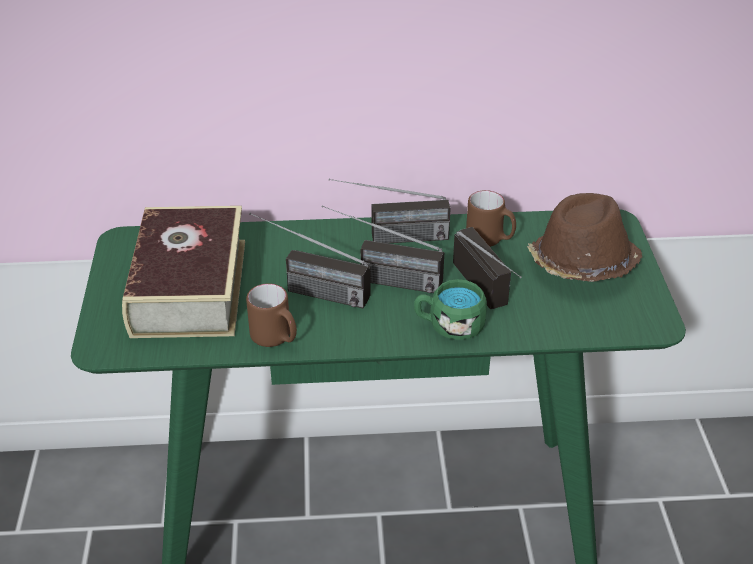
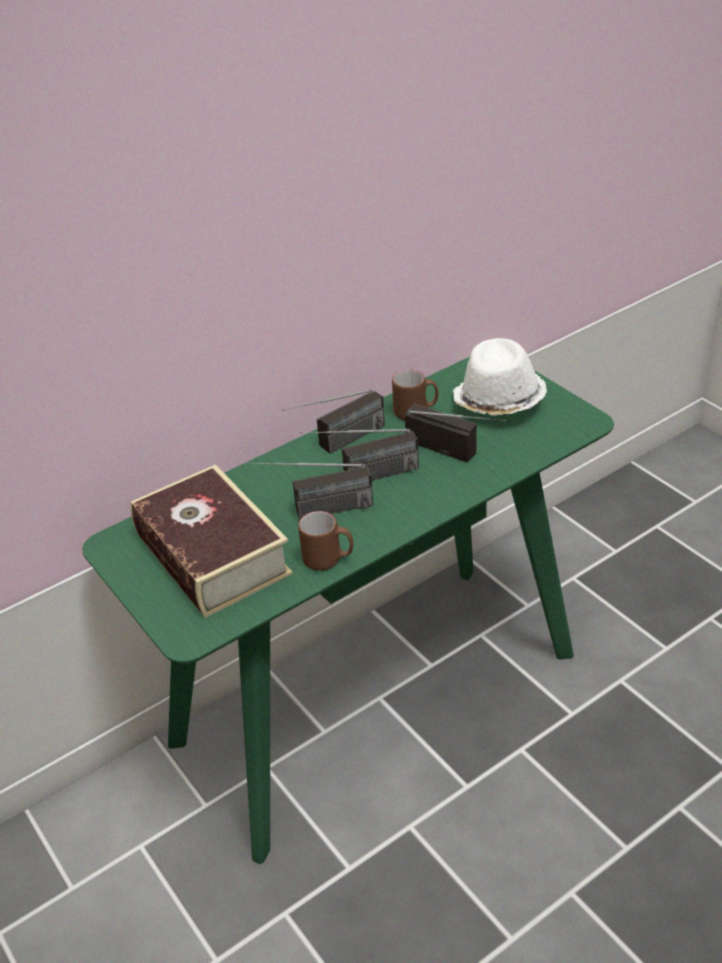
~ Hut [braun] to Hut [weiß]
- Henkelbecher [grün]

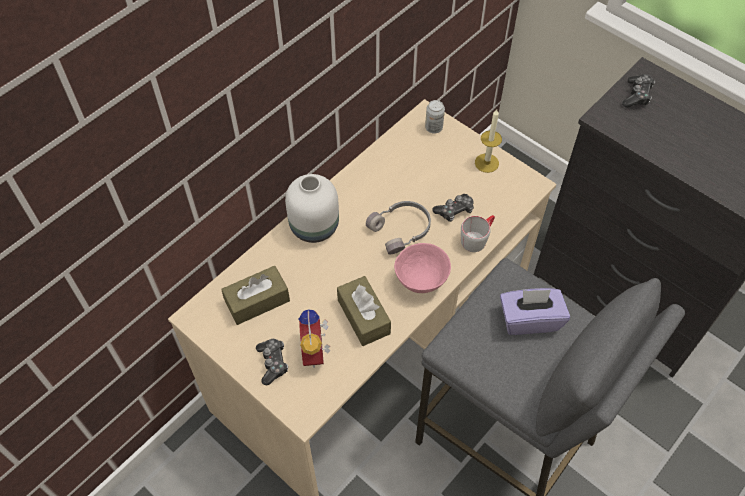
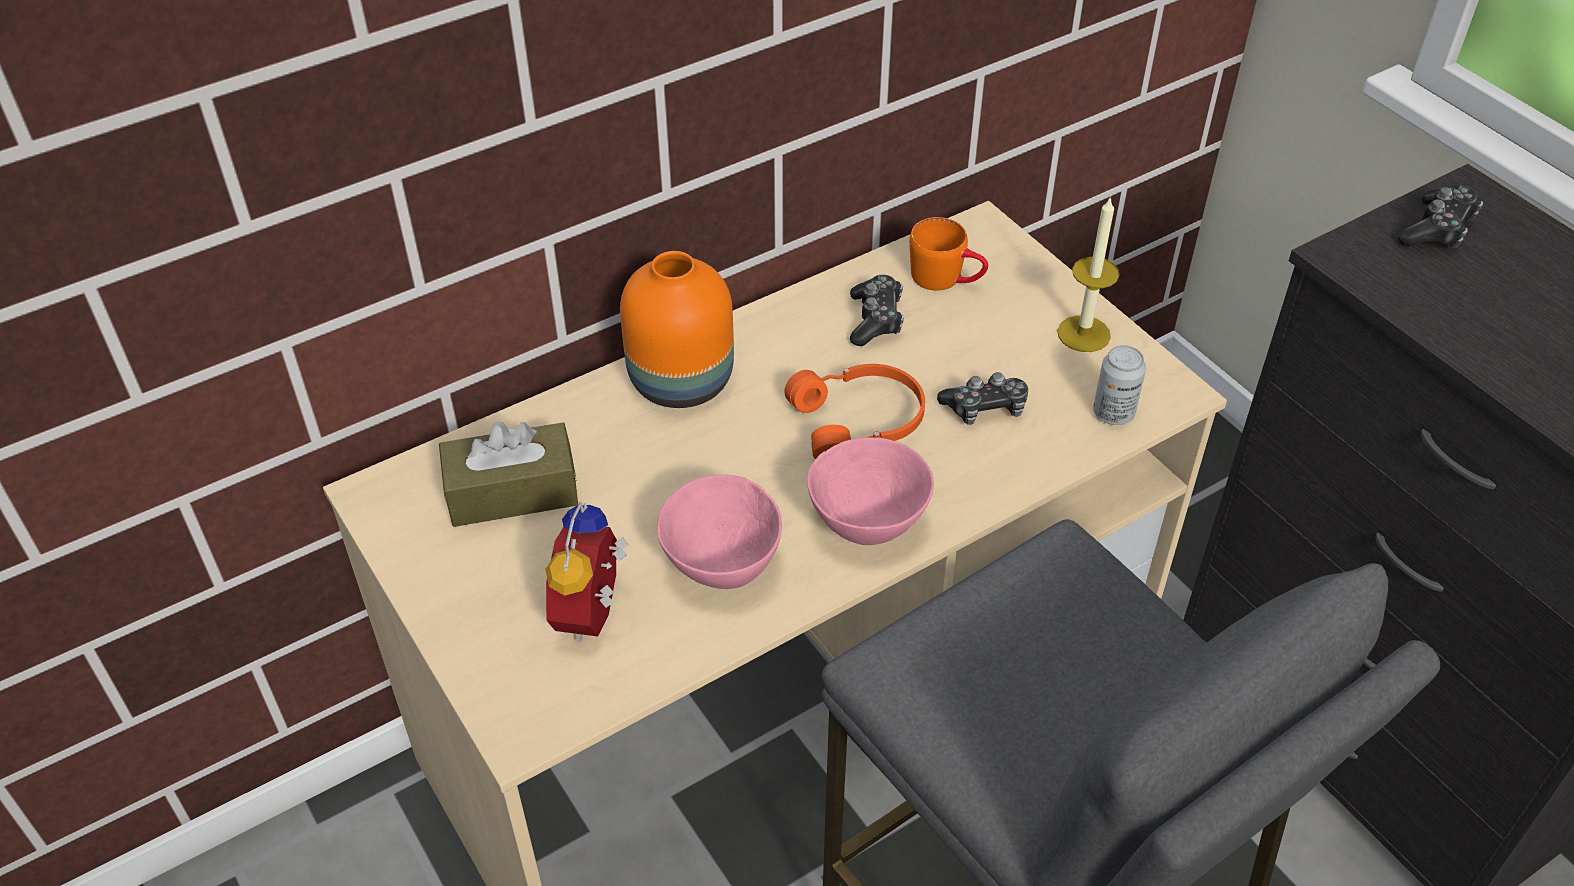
~ Vase [weiß] to Vase [orange]
~ Taschentuchbox [braun] (no. 2 from left) to Schüssel [rosa] (no. 1 from left)
~ Kopfhörer [grau] to Kopfhörer [orange]
~ Gamepad (no. 1 from left)
+ Henkelbecher [orange]
~ Dose
- Henkelbecher [grau]
- Taschentuchbox [lila]

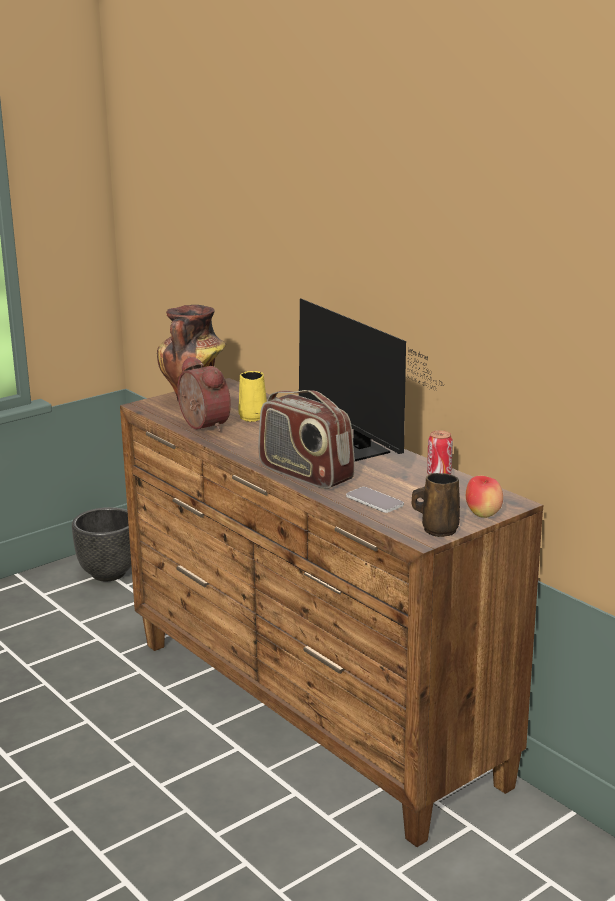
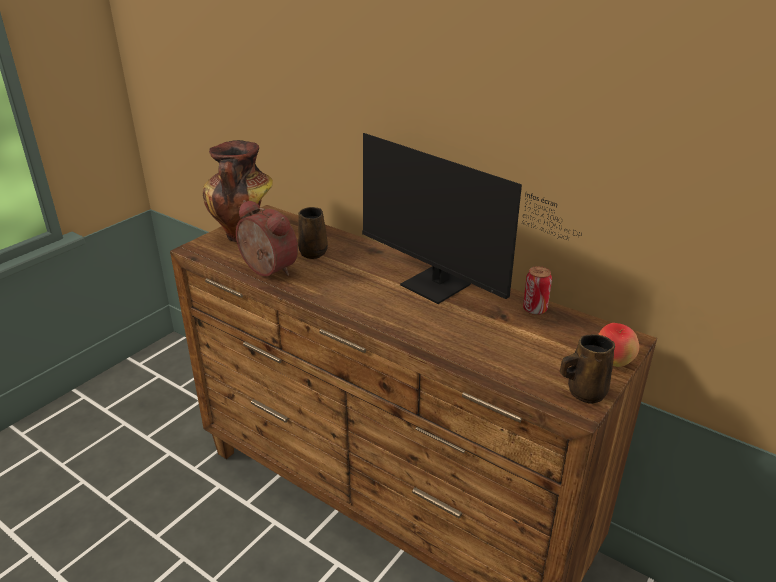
~ Henkelbecher [gelb] to Henkelbecher [braun] (no. 1 from left)
- Pflanzkübel [schwarz]
- Radio
- Handy

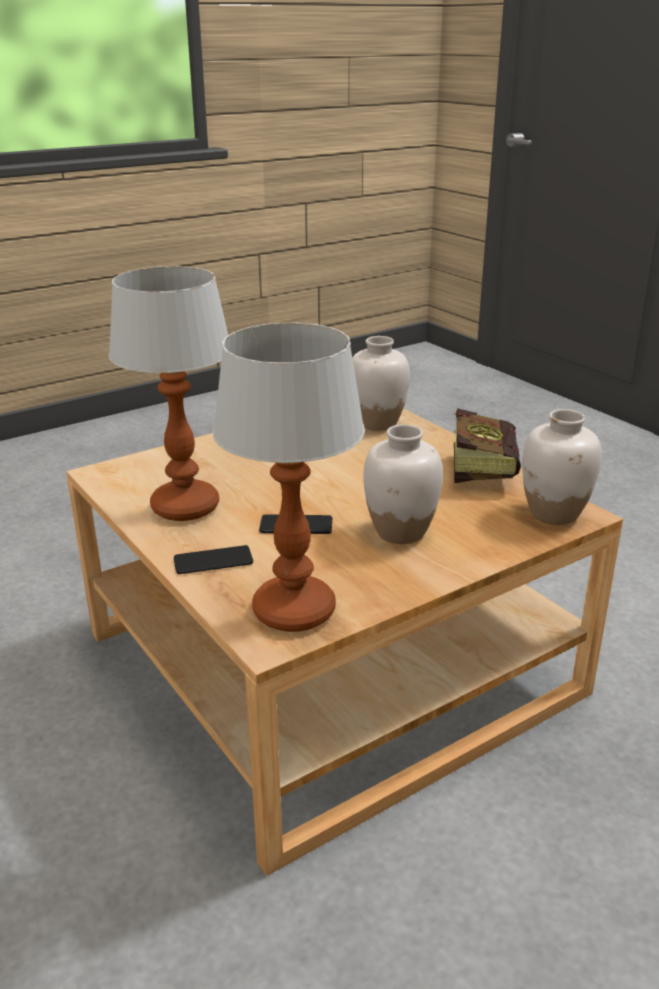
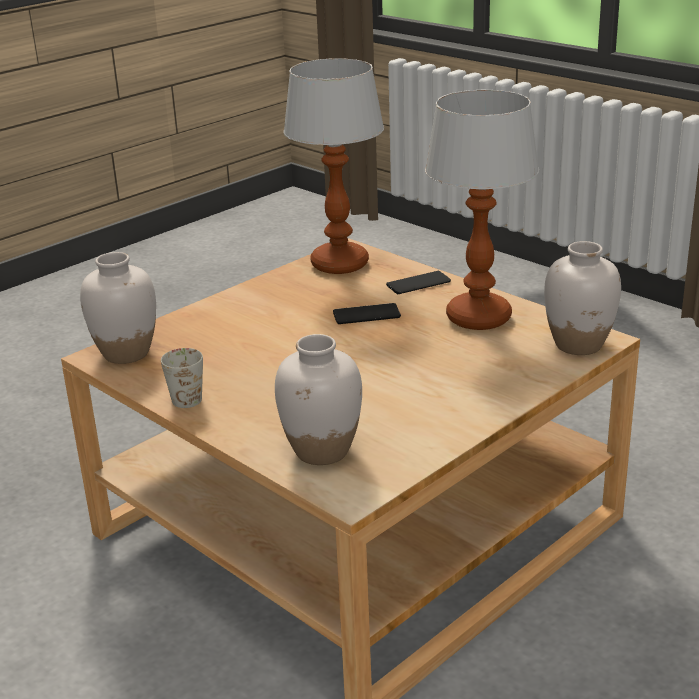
~ Buch to Henkelbecher [weiß]
~ Vase [weiß] (no. 2 from left in the first image) to Vase [weiß] (no. 3 from left)

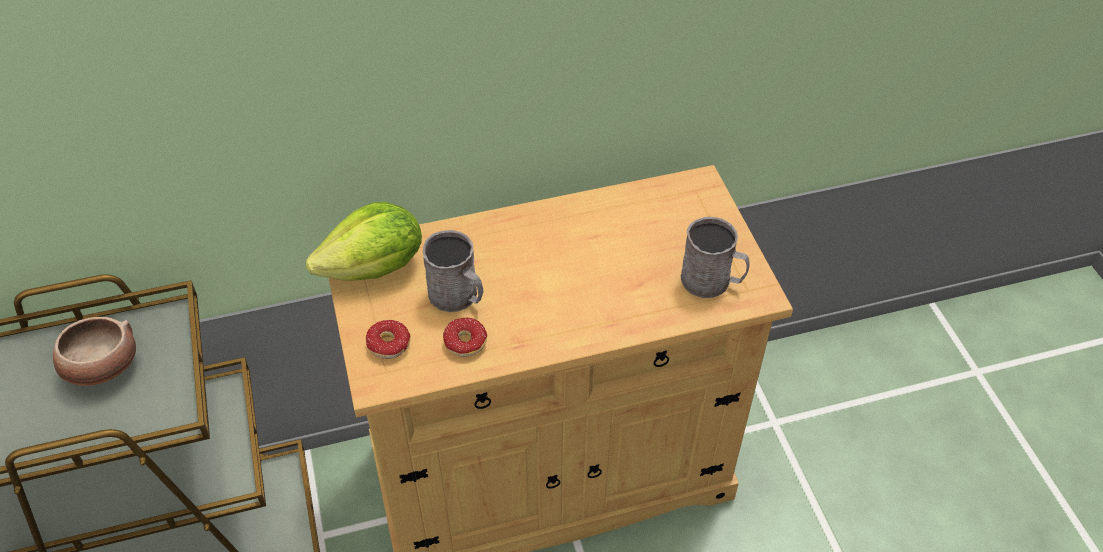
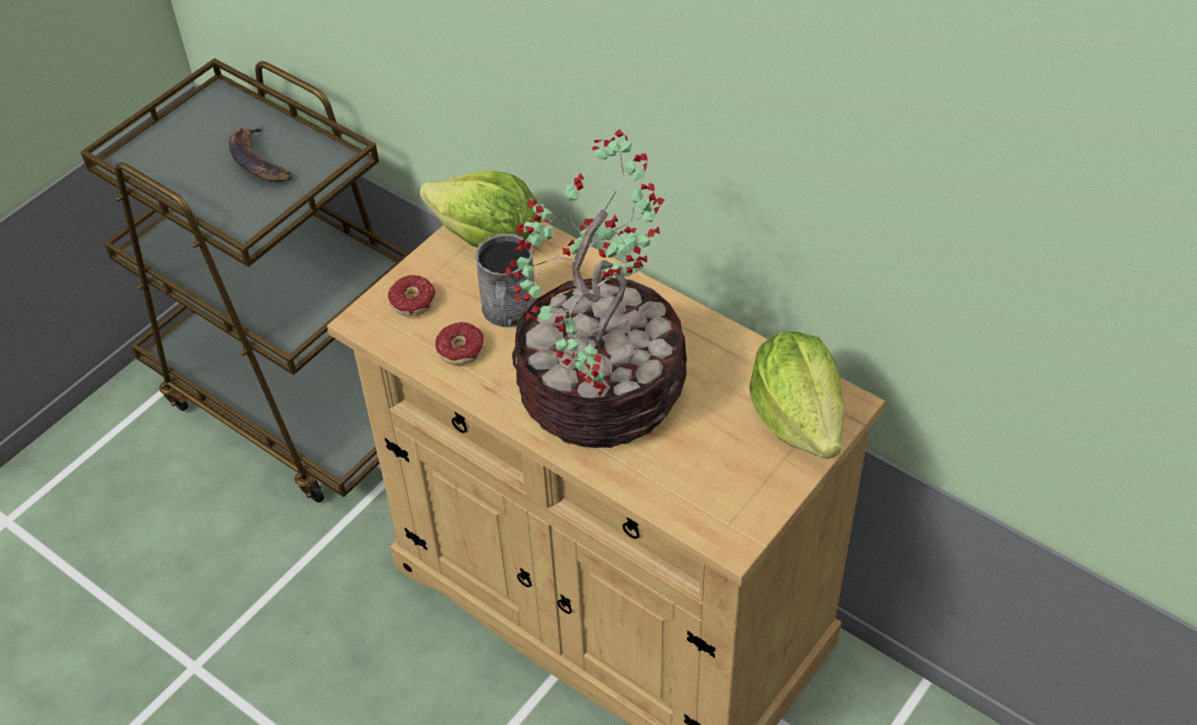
~ Schüssel to Banane
+ Topfpflanze
+ Salatkopf (no. 2 from left)
- Henkelbecher [grau] (no. 2 from left)

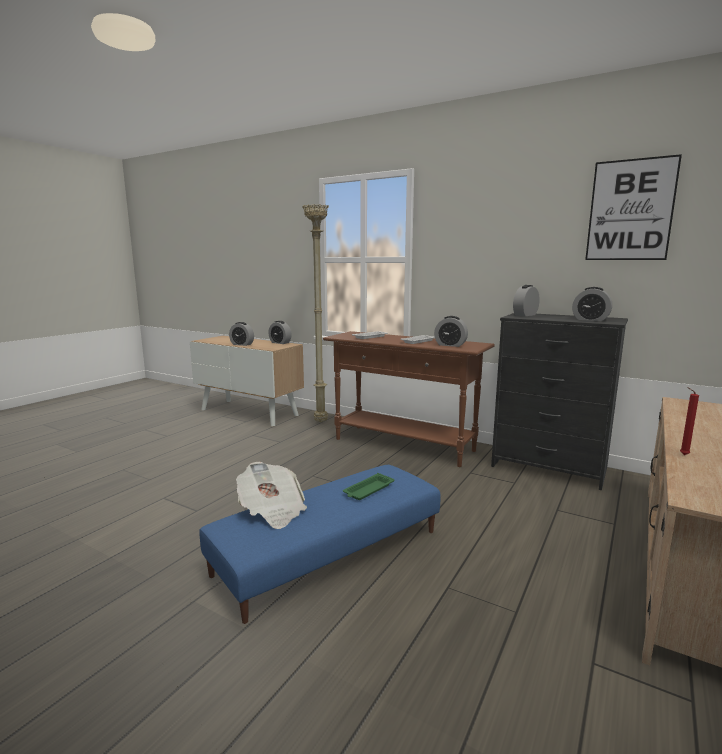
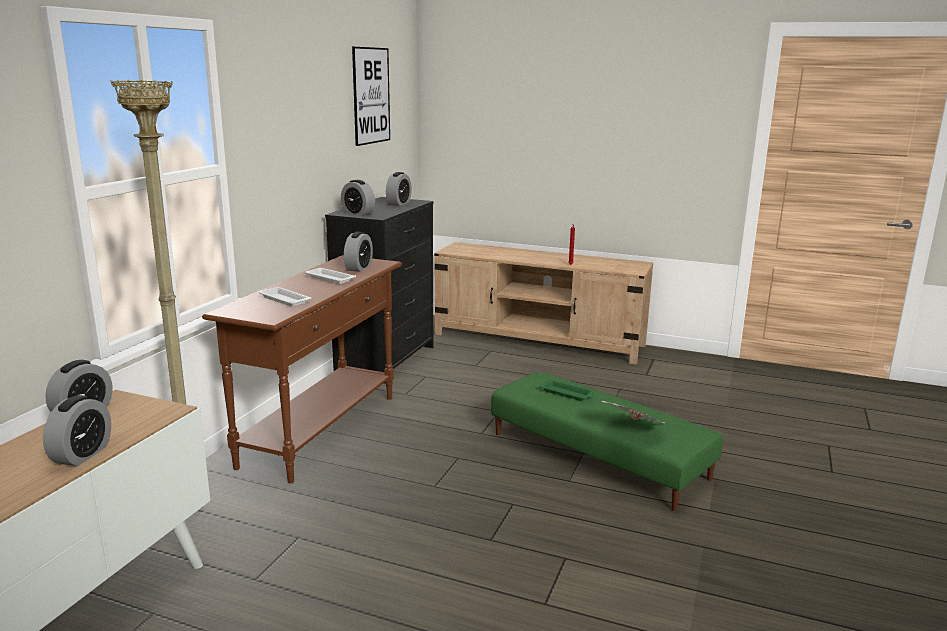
~ Polsterhocker [blau] to Polsterhocker [grün]

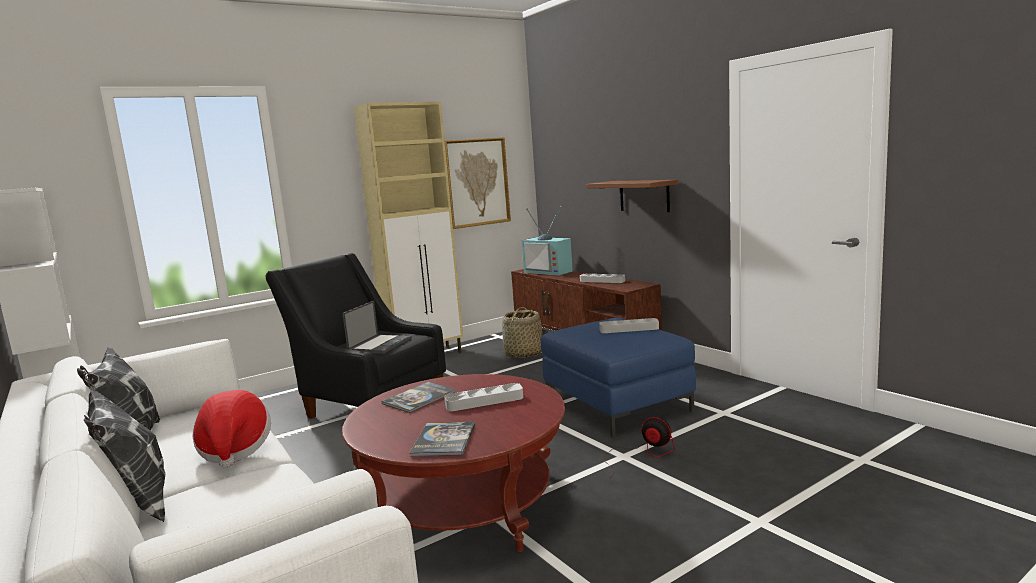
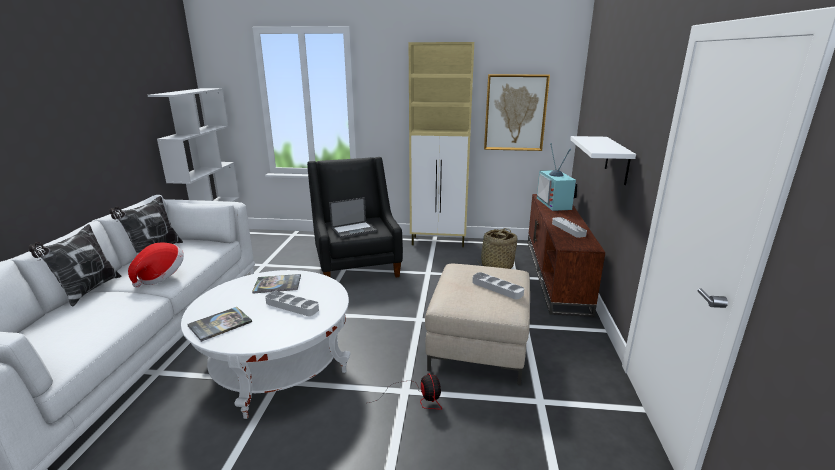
~ Couchtisch [rot] to Couchtisch [weiß]
~ Polsterhocker [blau] to Polsterhocker [beige]
~ Wandregal [braun] to Wandregal [weiß]

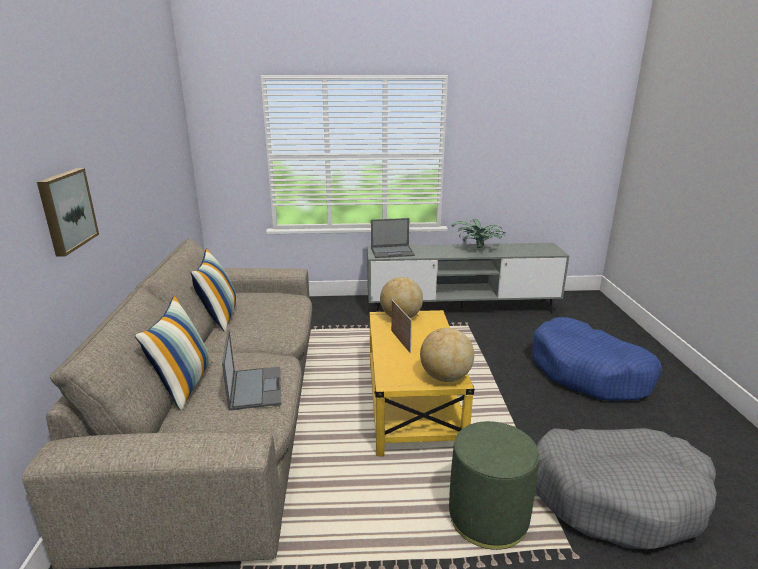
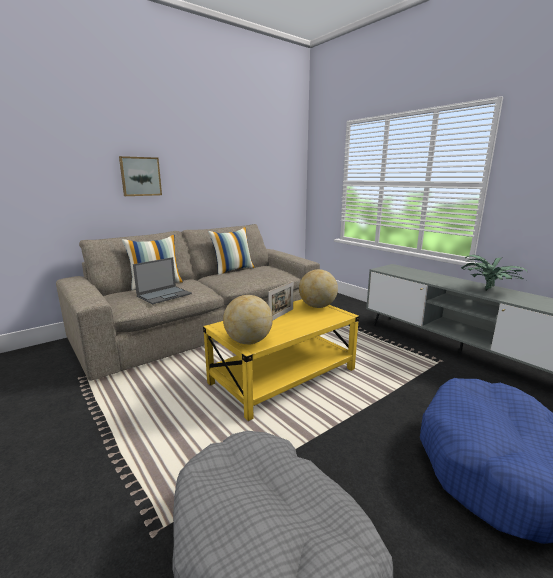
- Laptop (no. 2 from left)
- Polsterhocker [grün]

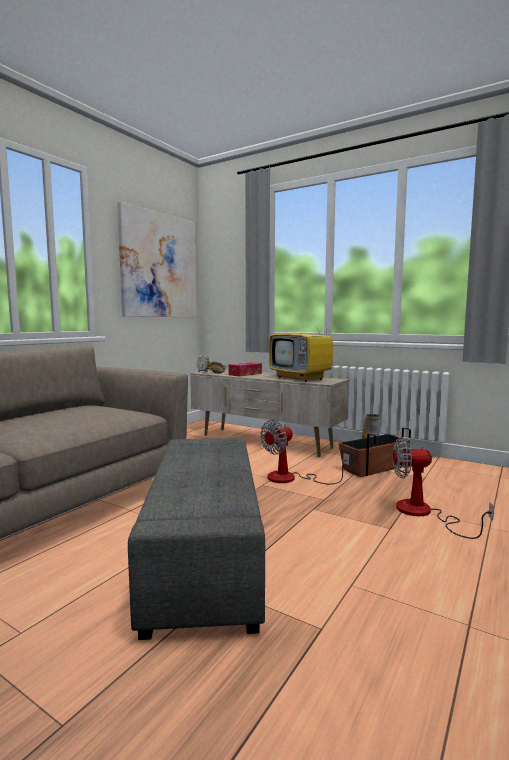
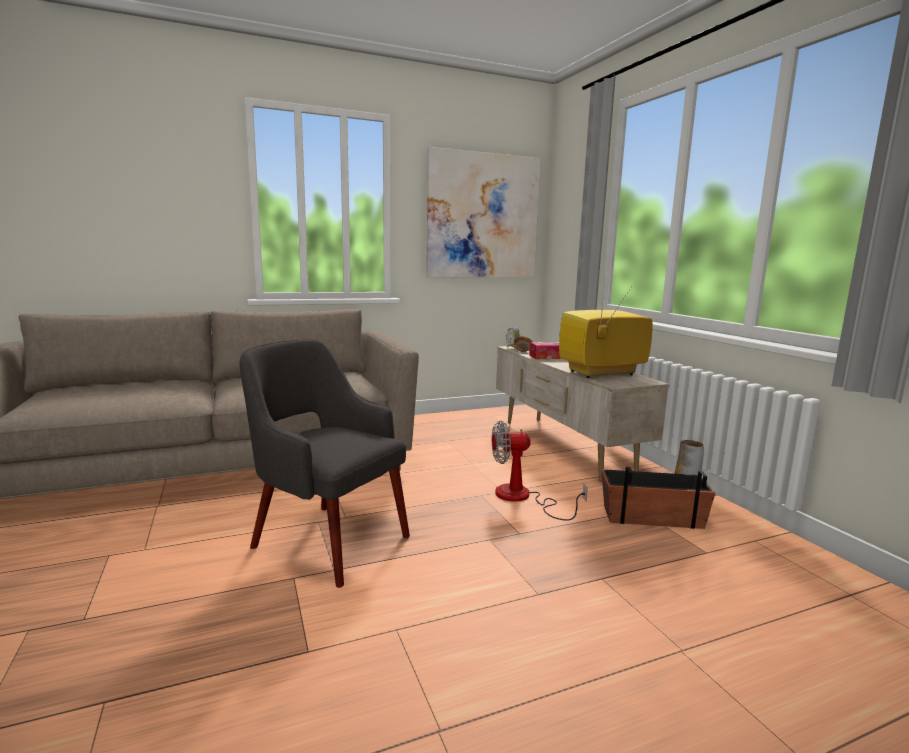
~ Polsterhocker [grau] to Sessel [grau]
~ Fernseher 75 degrees clockwise
- Ventilator (no. 2 from left)

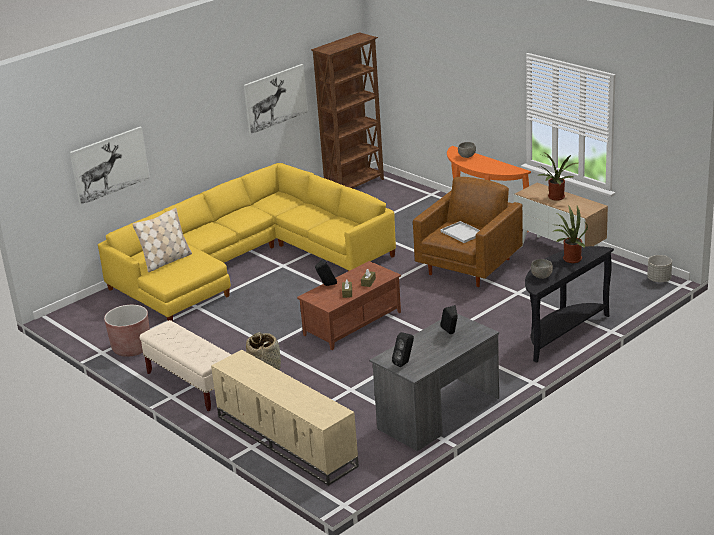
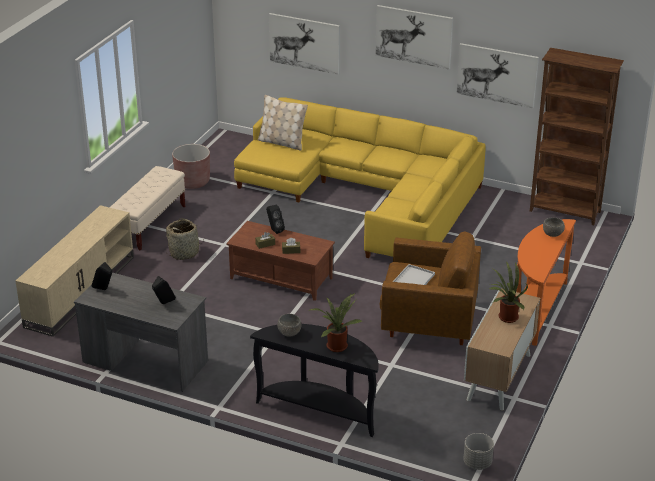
+ Bild (no. 2 from left)

